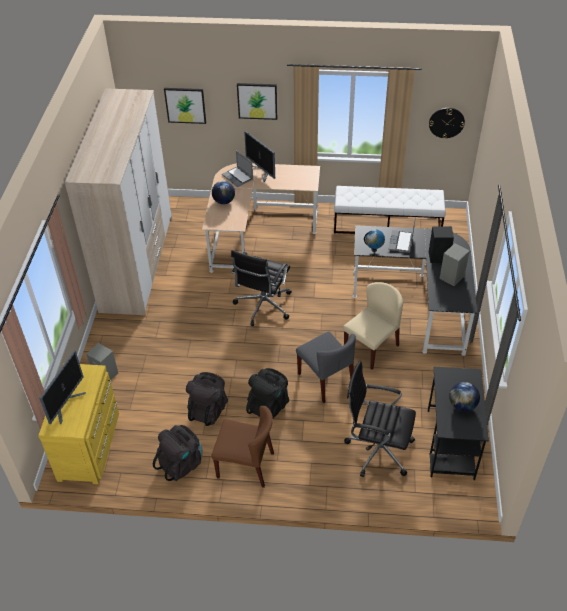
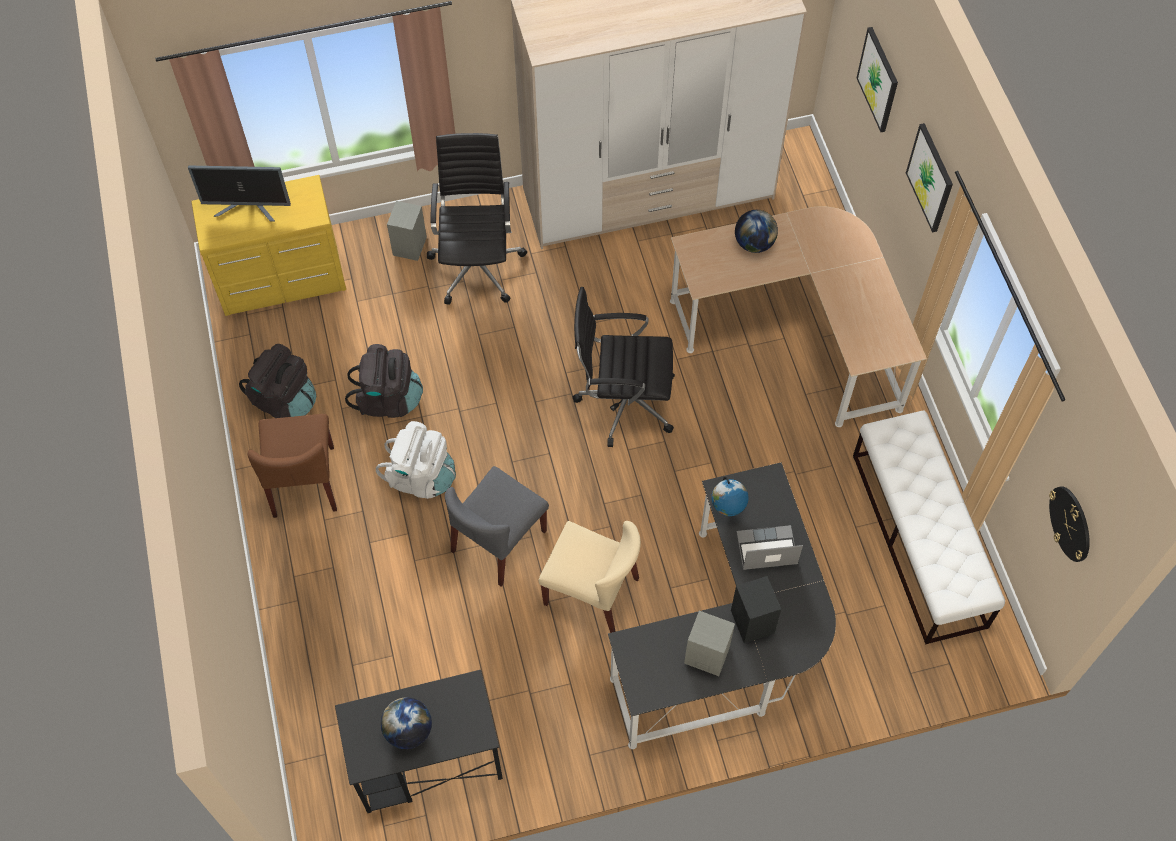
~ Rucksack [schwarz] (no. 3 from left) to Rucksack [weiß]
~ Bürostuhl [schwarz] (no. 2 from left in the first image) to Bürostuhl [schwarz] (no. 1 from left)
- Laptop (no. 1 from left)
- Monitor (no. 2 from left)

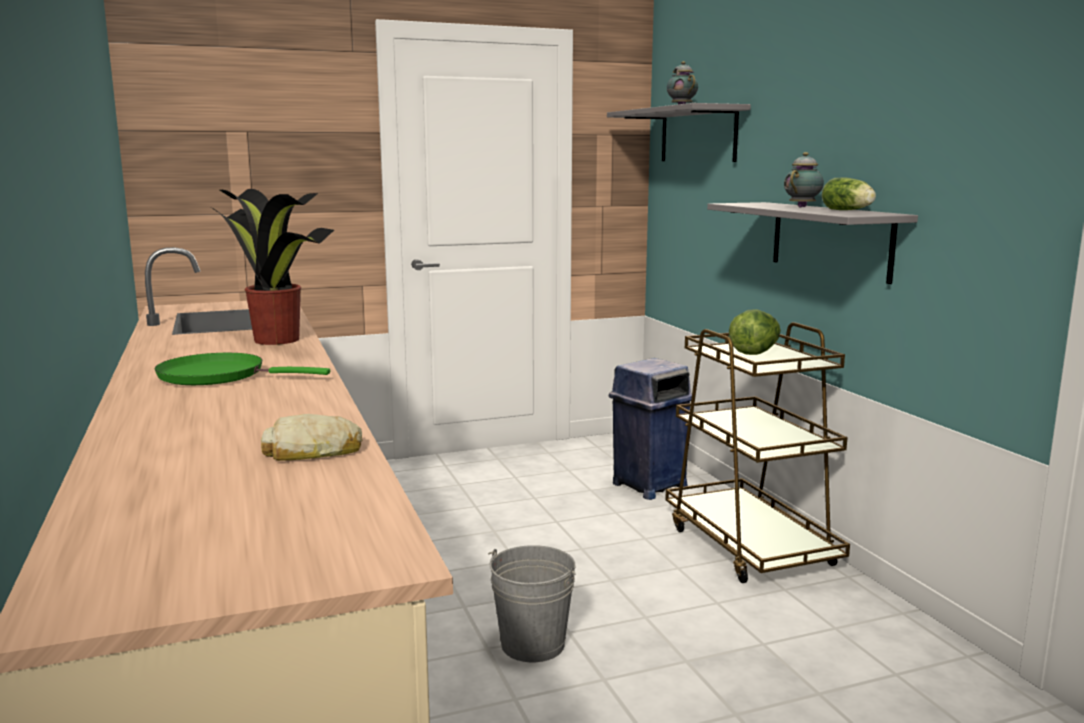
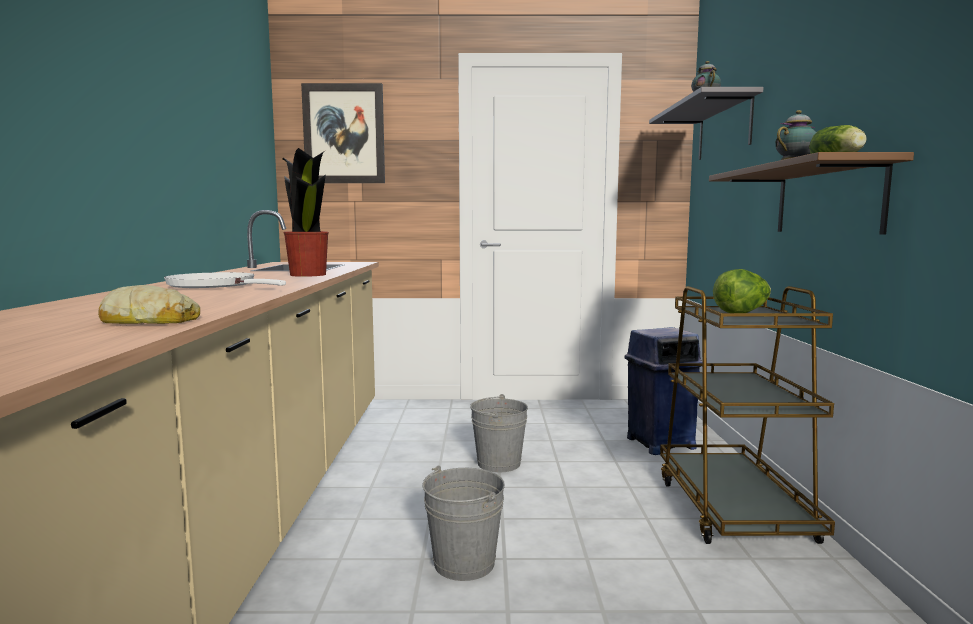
~ Pfanne [grün] to Pfanne [weiß]
+ Bild
+ Eimer [grau] (no. 2 from left)
~ Wandregal [grau] (no. 2 from left) to Wandregal [braun]

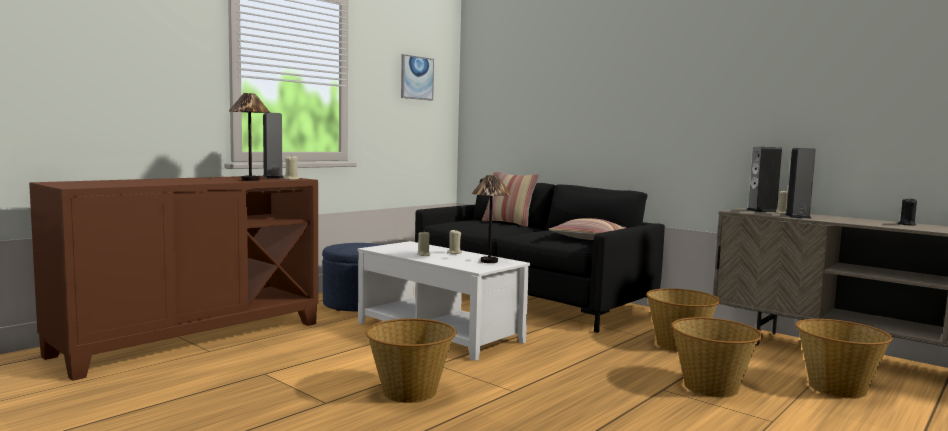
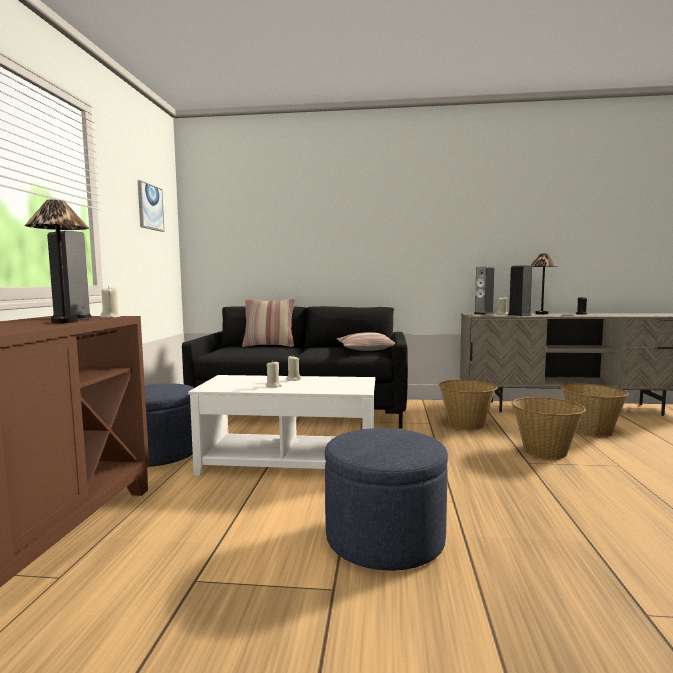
~ Korb (no. 1 from left) to Polsterhocker [blau] (no. 2 from left)
~ Tischlampe (no. 2 from left)

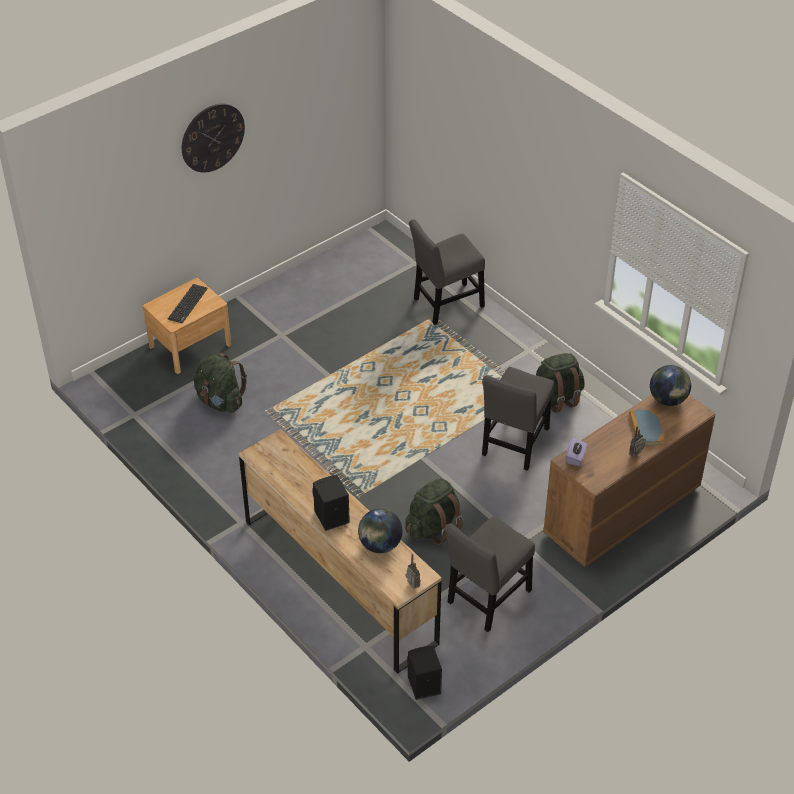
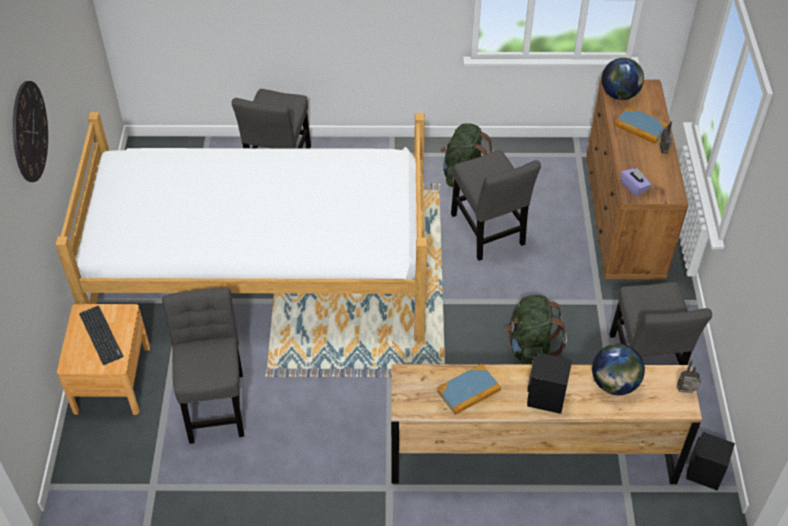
+ Bett
~ Rucksack [grün] (no. 1 from left) to Stuhl [grau] (no. 1 from left)
+ Buch (no. 1 from left)

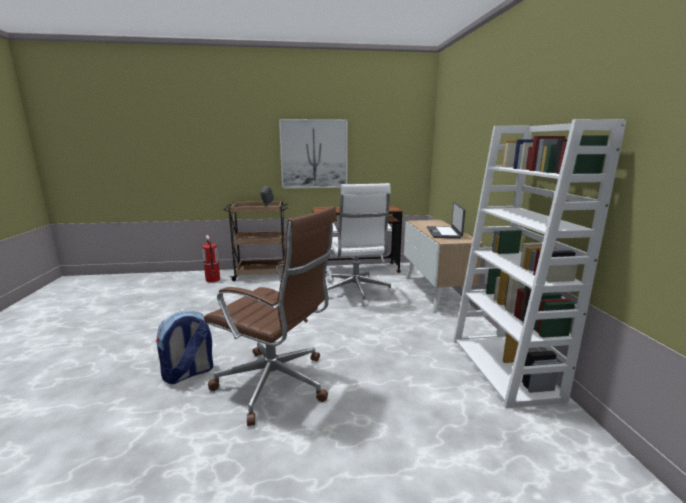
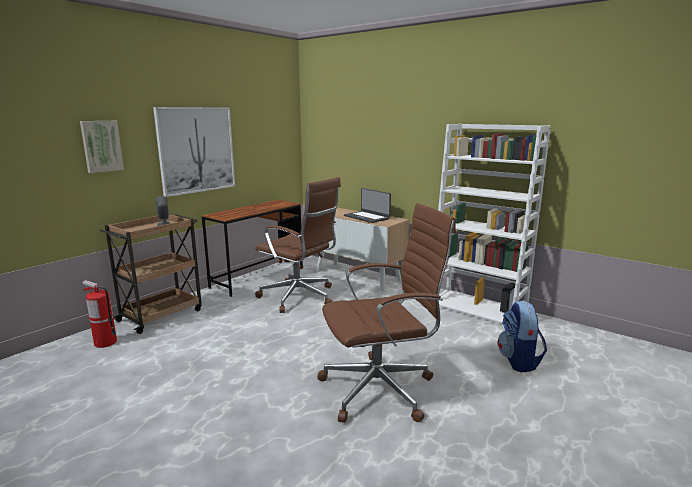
+ Bild (no. 1 from left)
~ Bürostuhl [weiß] to Bürostuhl [braun] (no. 1 from left)
~ Rucksack

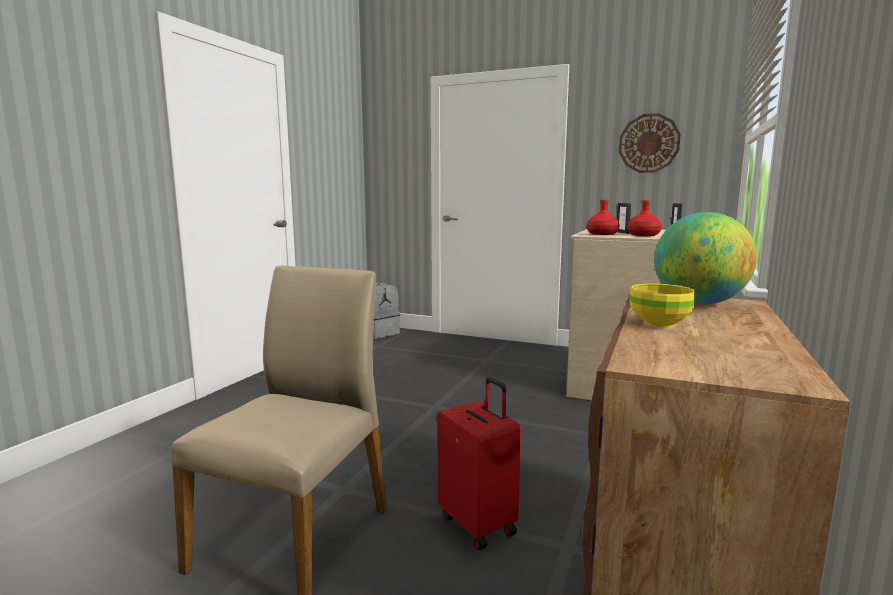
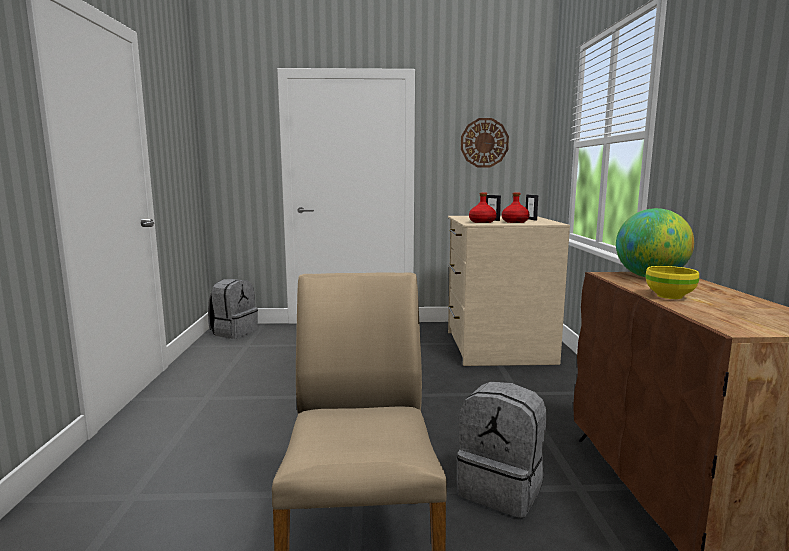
~ Koffer [rot] to Rucksack [grau] (no. 2 from left)

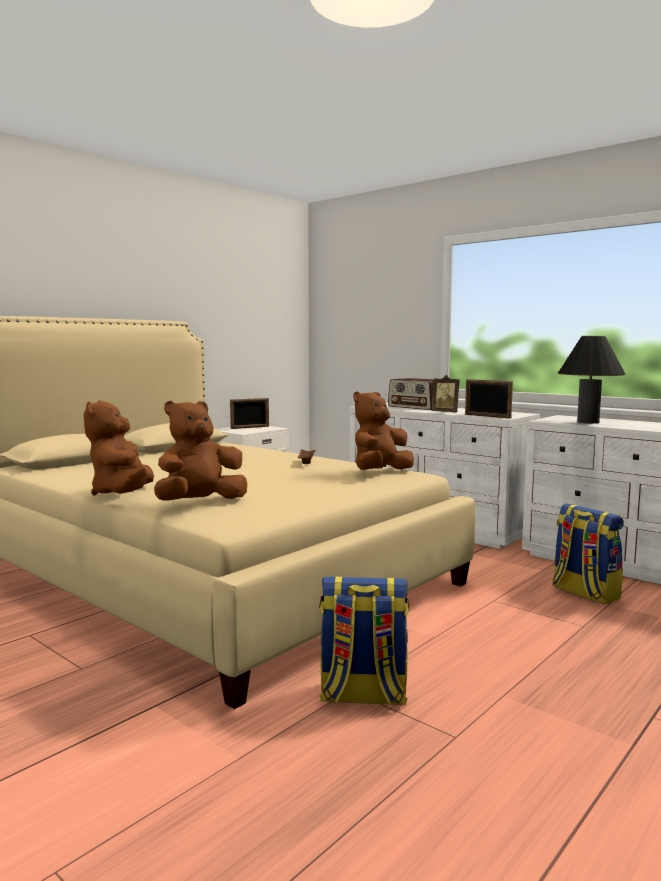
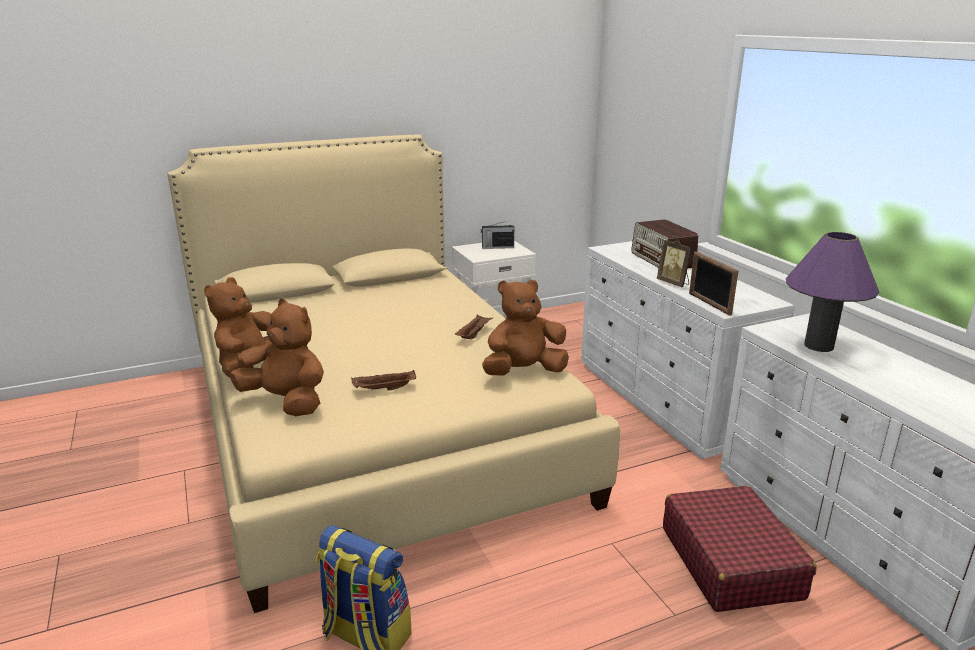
~ Plüschtier [braun] (no. 2 from left) 45 degrees clockwise
+ Tablett [braun] (no. 1 from left)
~ Bilderrahmen (no. 1 from left) to Radio (no. 1 from left)
~ Rucksack (no. 2 from left) to Koffer [rot]
~ Tischlampe [schwarz] to Tischlampe [lila]

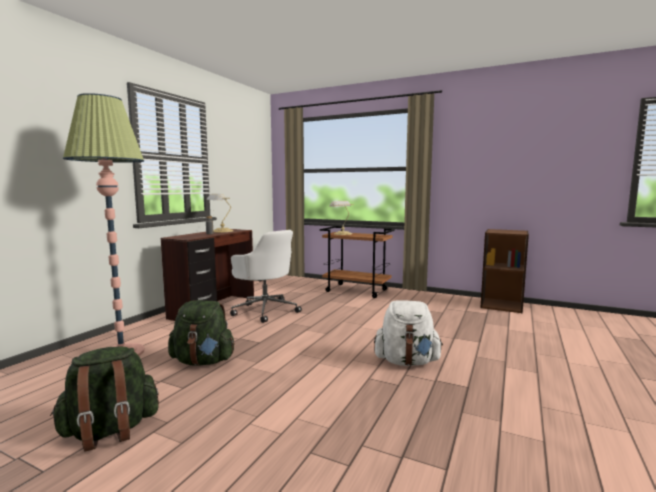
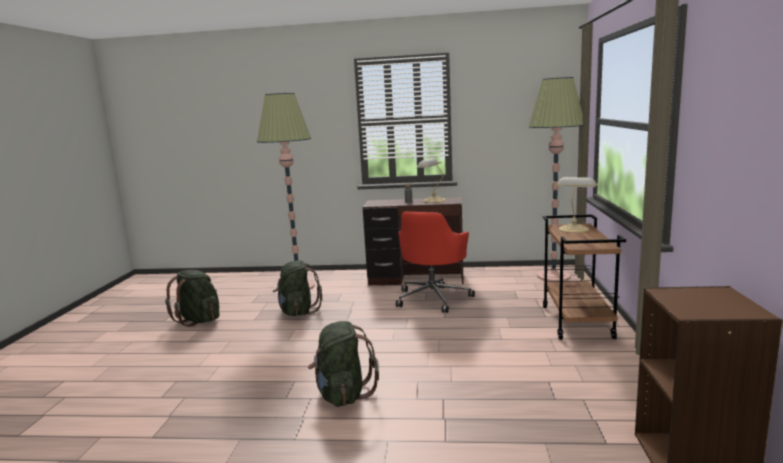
~ Rucksack [weiß] to Rucksack [grün] (no. 3 from left)
~ Bürostuhl [weiß] to Bürostuhl [rot]
+ Stehlampe (no. 2 from left)

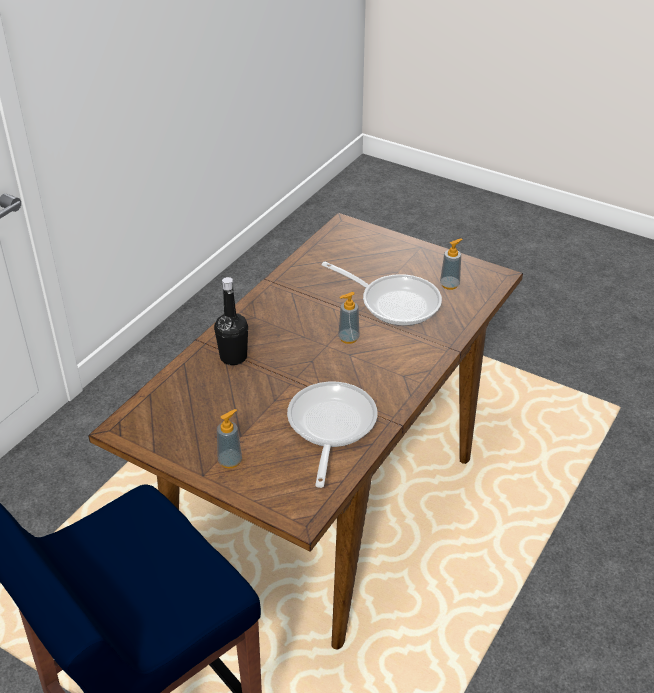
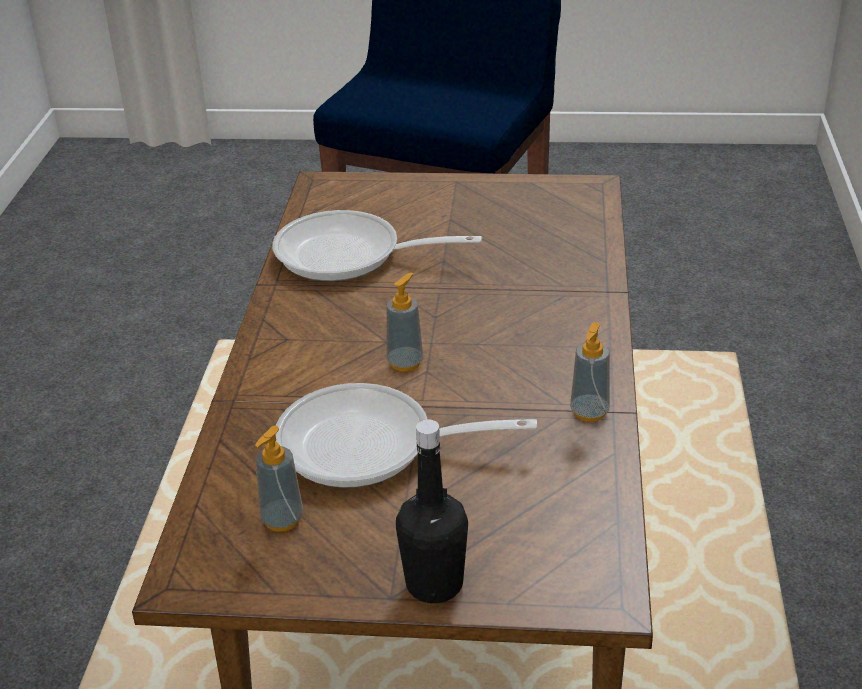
~ Pfanne (no. 1 from left) 120 degrees clockwise
~ Flasche [schwarz]
~ Seifenspender (no. 1 from left in the first image) to Seifenspender (no. 3 from left)

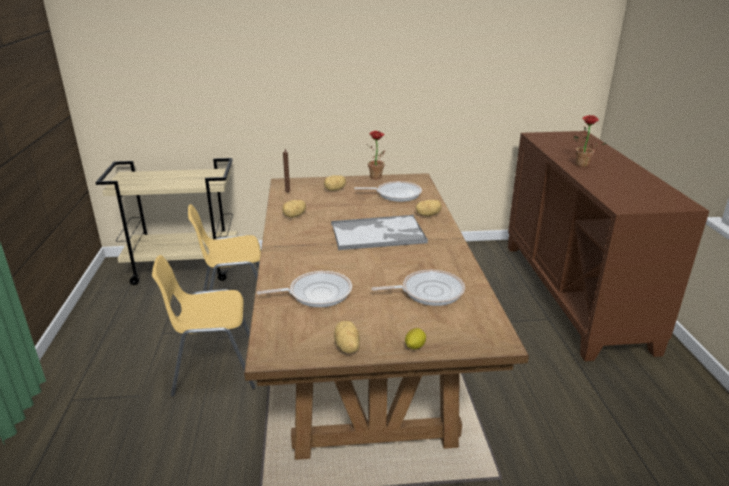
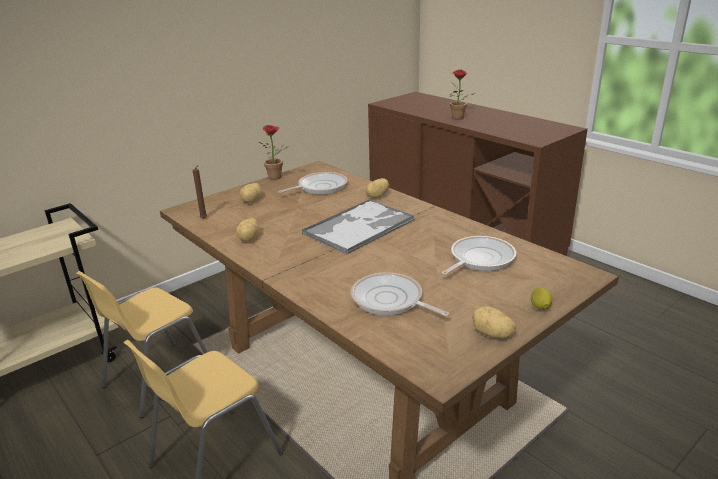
~ Pfanne (no. 1 from left in the first image) 90 degrees counterclockwise

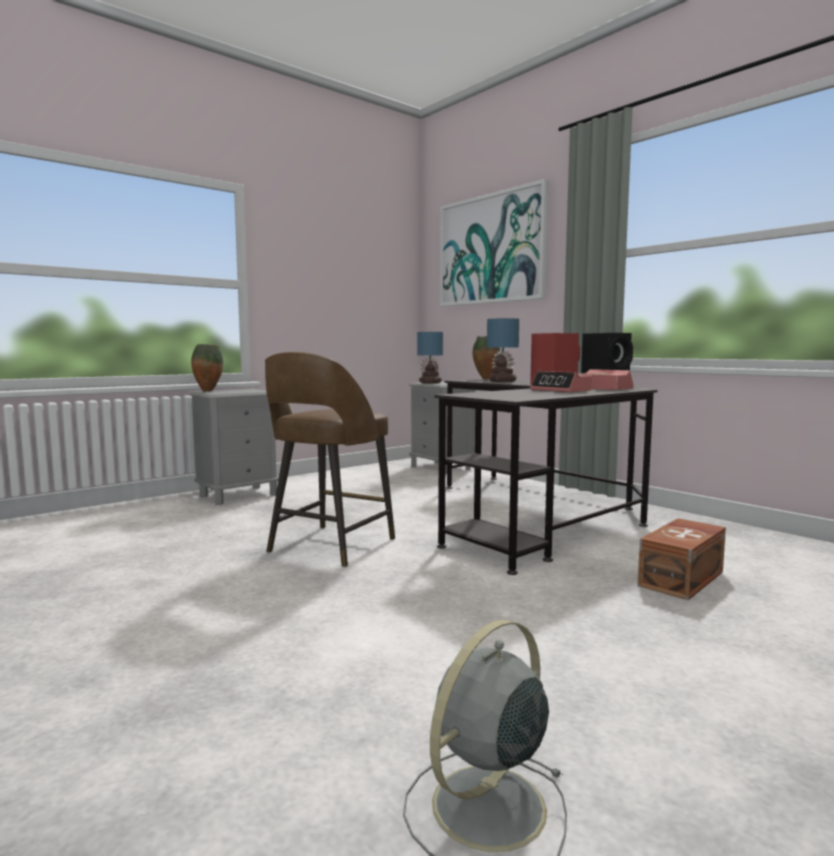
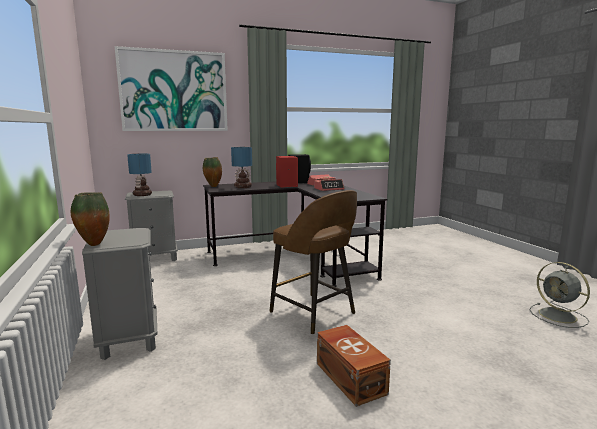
~ Aufbewahrungsbox [braun]

